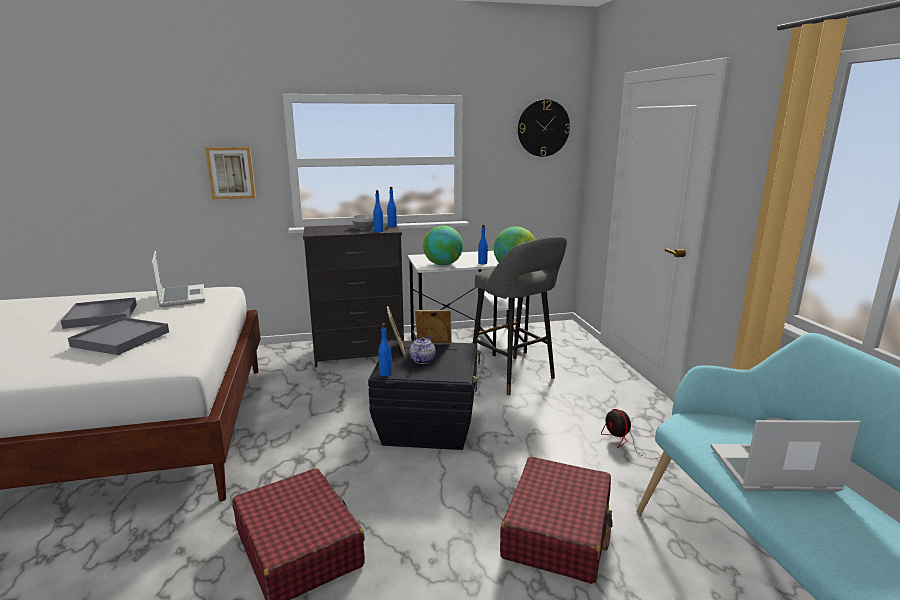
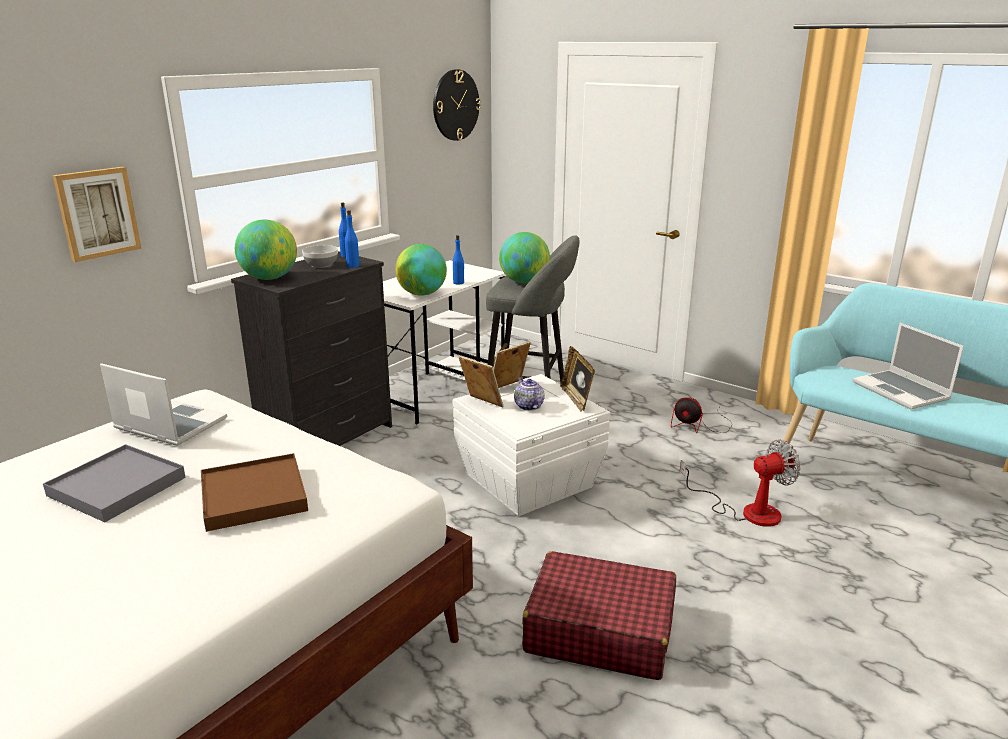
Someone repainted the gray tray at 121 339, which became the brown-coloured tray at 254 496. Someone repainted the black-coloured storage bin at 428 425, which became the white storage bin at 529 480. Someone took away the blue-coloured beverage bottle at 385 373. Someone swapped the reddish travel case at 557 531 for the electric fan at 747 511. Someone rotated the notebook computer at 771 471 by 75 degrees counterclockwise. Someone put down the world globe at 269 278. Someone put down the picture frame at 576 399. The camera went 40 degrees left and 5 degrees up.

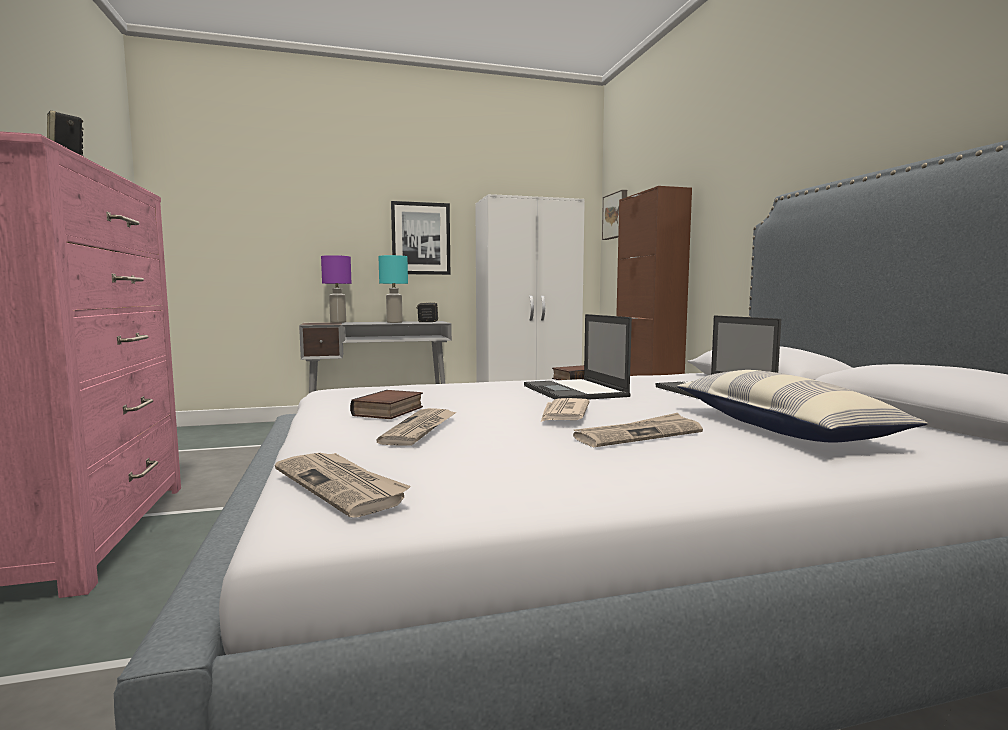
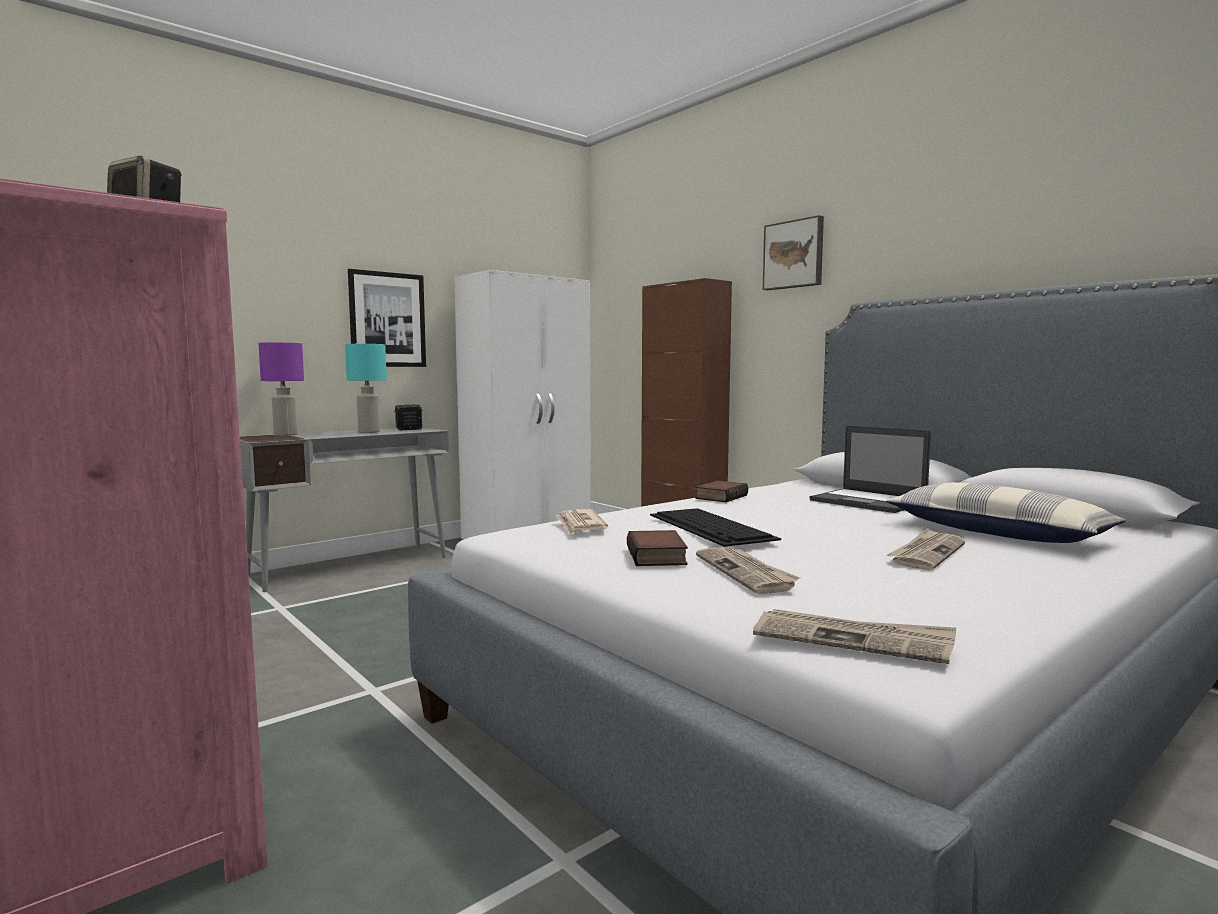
Someone took away the notebook computer at 575 391. Someone carried the newspaper from 564 414 to 580 525. Someone carried the wall picture from 616 216 to 794 254. Someone put down the keyboard at 711 527. The camera went 25 degrees left and 0 degrees up.

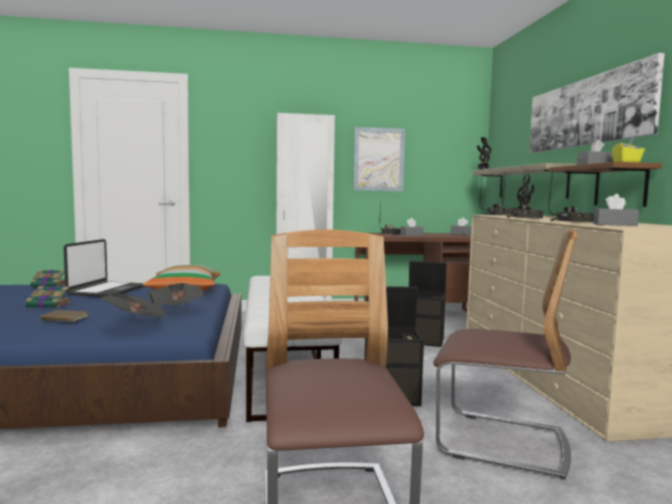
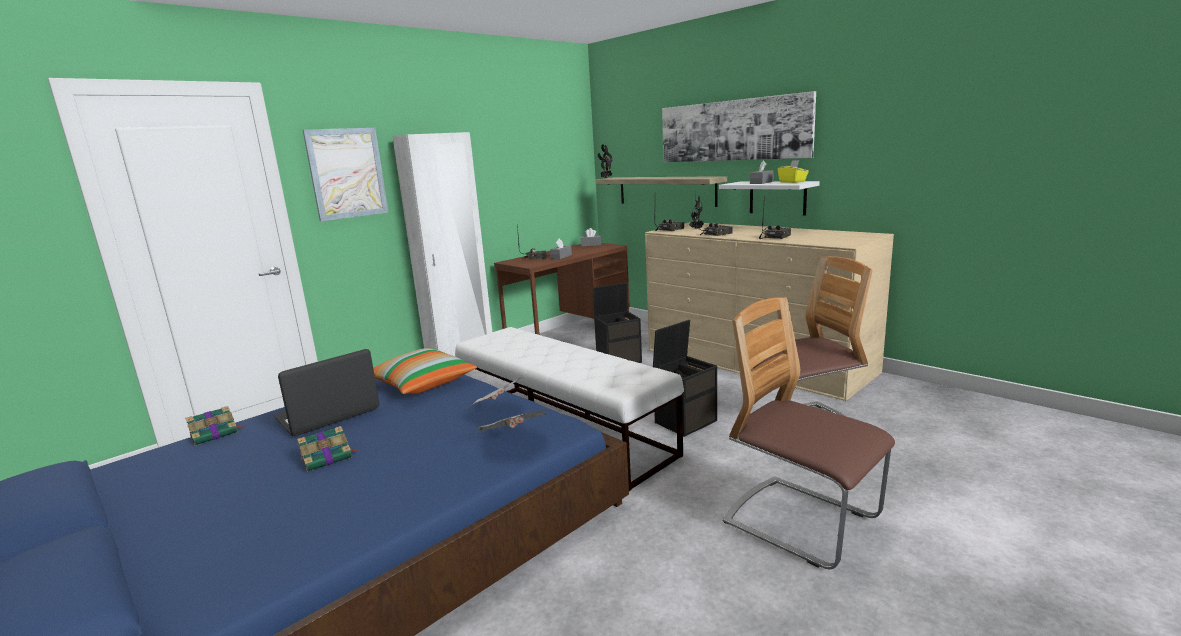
Someone took away the brown-coloured volume at 63 319. Someone rotated the notebook computer at 106 290 by 105 degrees counterclockwise. Someone carried the wall picture from 378 159 to 347 173. Someone repainted the brown-coloured wall shelf at 620 186, which became the white wall shelf at 777 197. Someone took away the gray tissue box at 614 224. The camera went 35 degrees left and 10 degrees up.

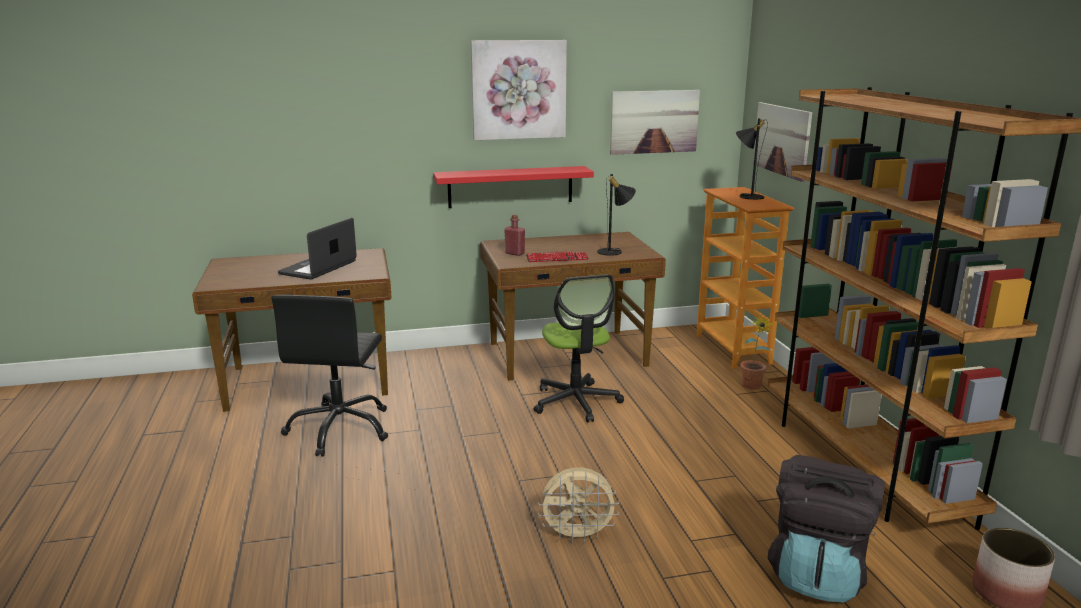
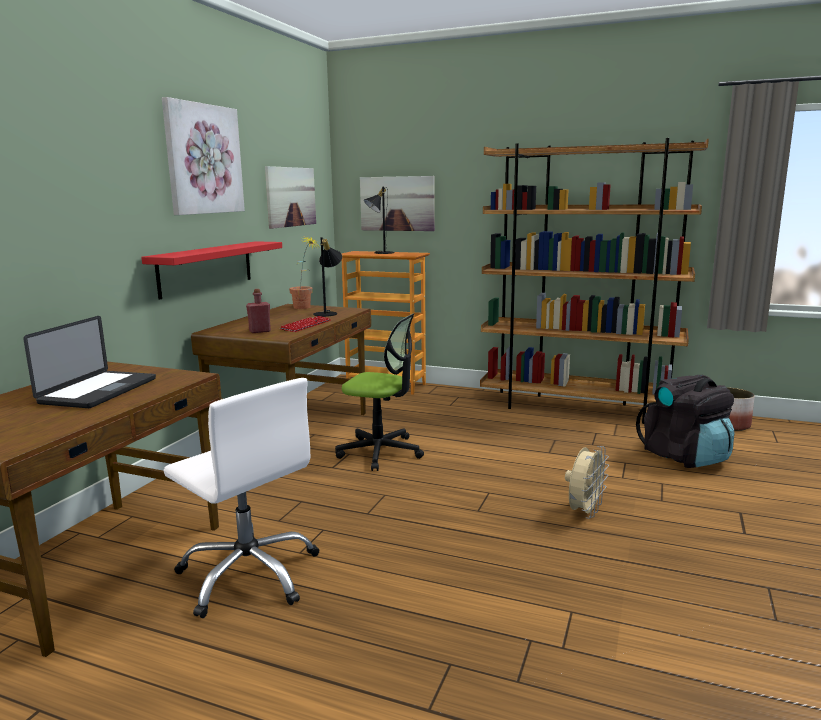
Someone repainted the black-coloured office chair at 340 429, which became the white office chair at 249 574. Someone rotated the notebook computer at 318 268 by 135 degrees counterclockwise. Someone carried the houseplant from 752 388 to 305 308. The camera went 55 degrees left and 5 degrees down.

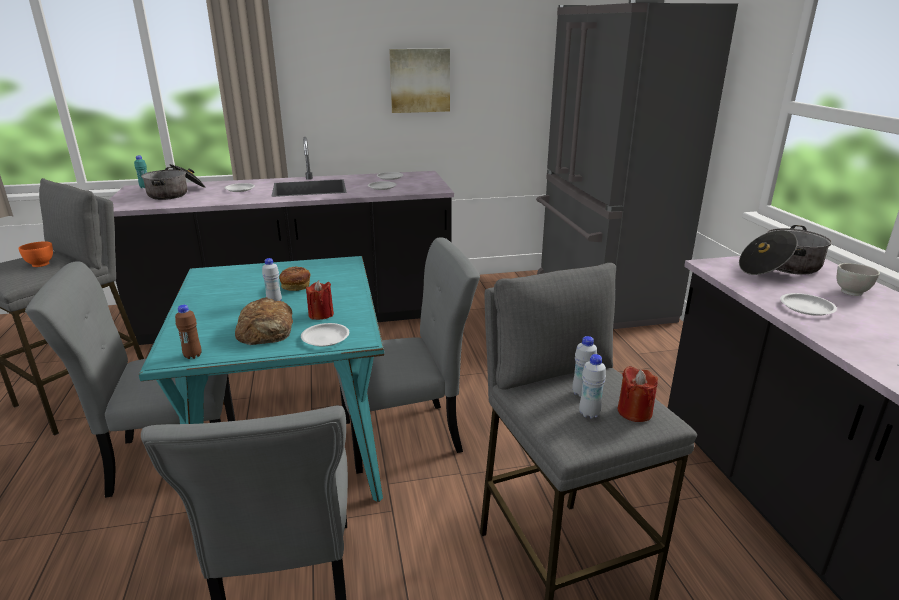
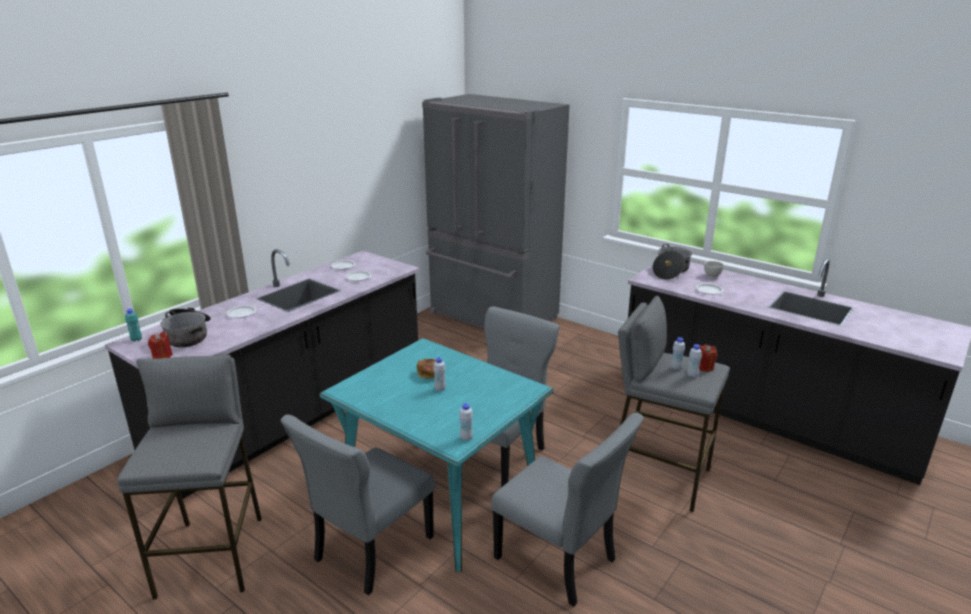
Someone took away the orange deep dish at 41 264. Someone repainted the brown-coloured beverage bottle at 193 355, which became the white beverage bottle at 466 438. Someone took away the baked bread at 267 330. Someone took away the white plate at 325 338. Someone carried the reddish wax candle from 321 314 to 162 356. Someone took away the wall picture at 420 80. The camera went 40 degrees left and 0 degrees up.

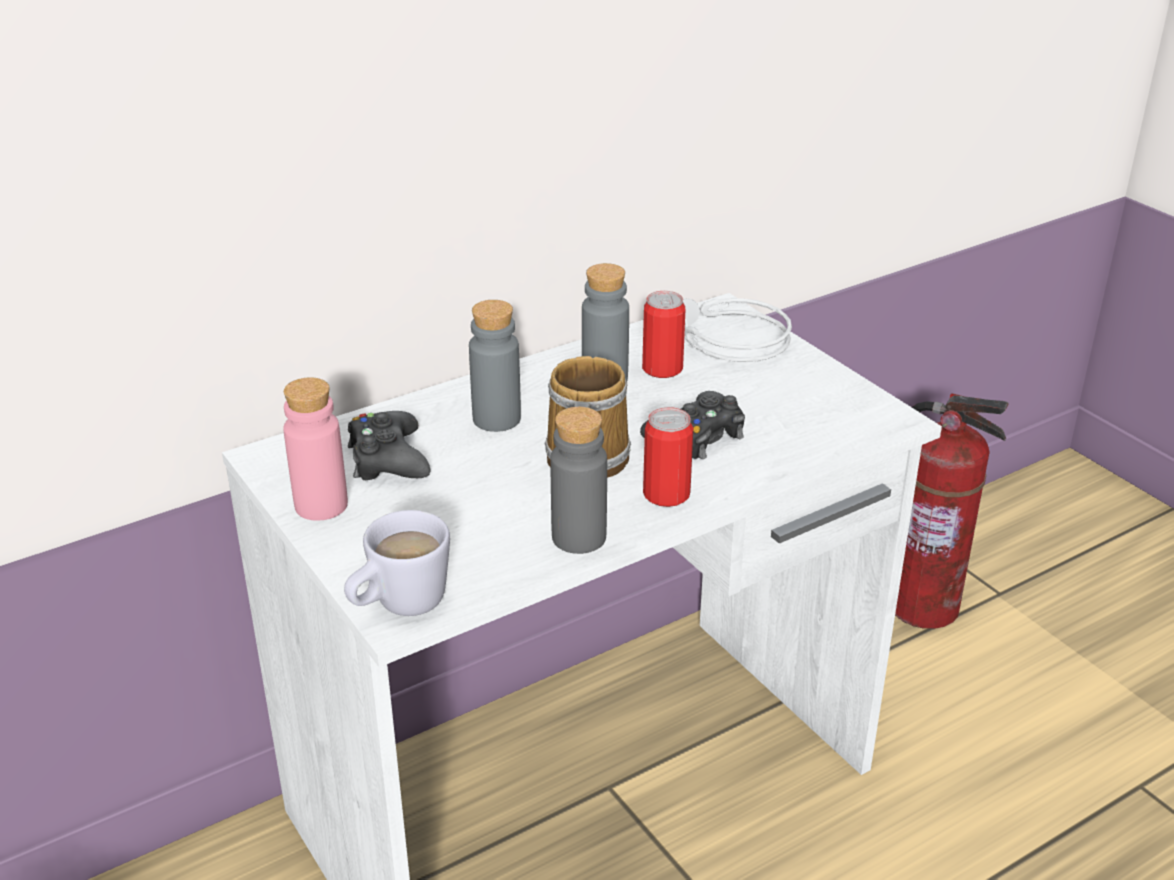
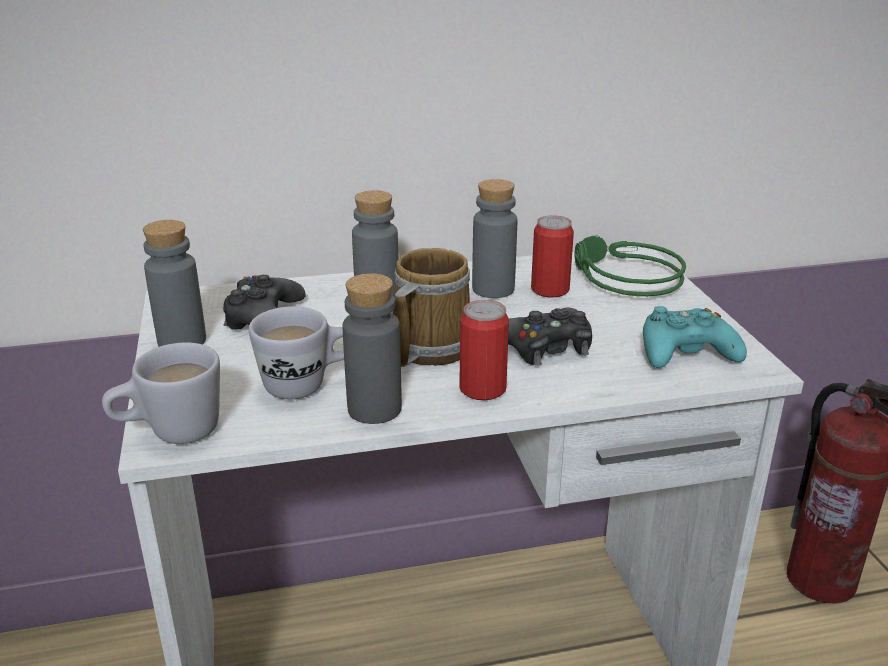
Someone repainted the pink-coloured beverage bottle at 321 505, which became the gray beverage bottle at 182 341. Someone repainted the gray pair of headphones at 726 342, which became the green pair of headphones at 622 279. Someone put down the white coffee mug at 308 385. Someone put down the blue-green joypad at 686 352. The camera went 20 degrees right and 5 degrees down.

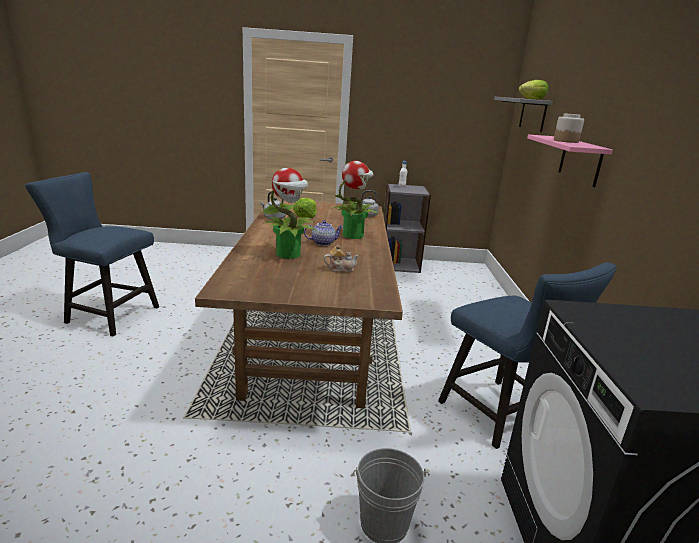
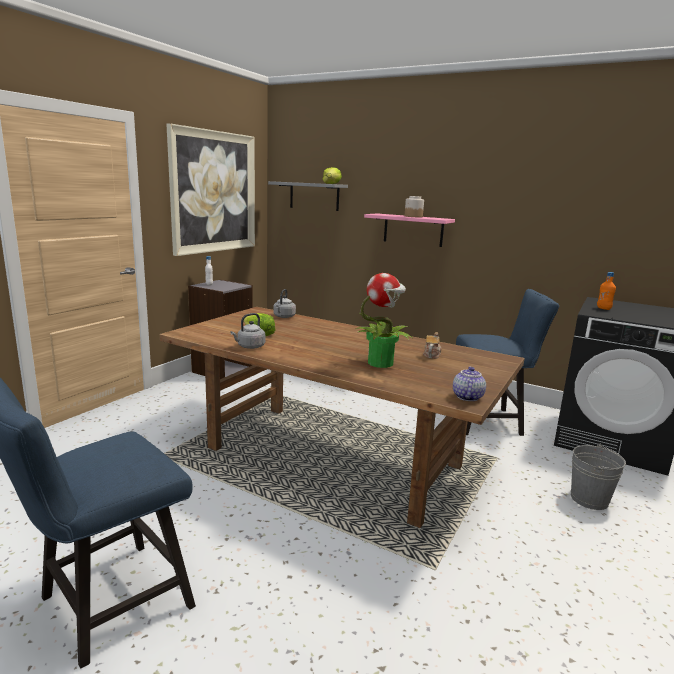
Someone carried the pot for tea from 323 243 to 466 397. Someone took away the houseplant at 353 235. Someone put up the wall picture at 214 192. Someone put down the orange beverage bottle at 603 308. The camera went 60 degrees left and 5 degrees down.

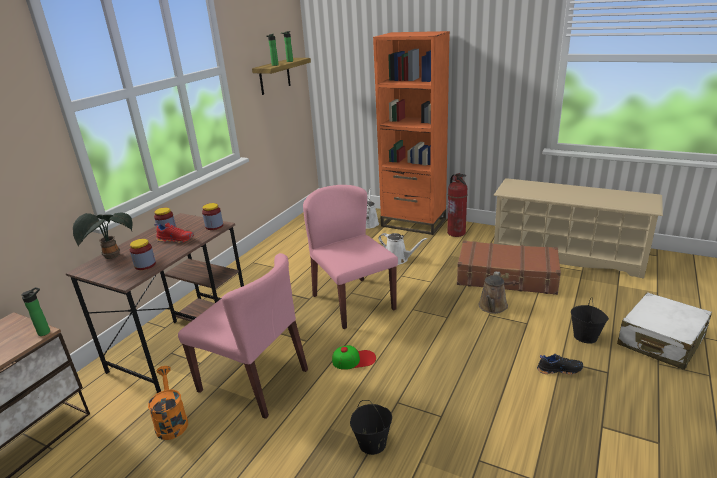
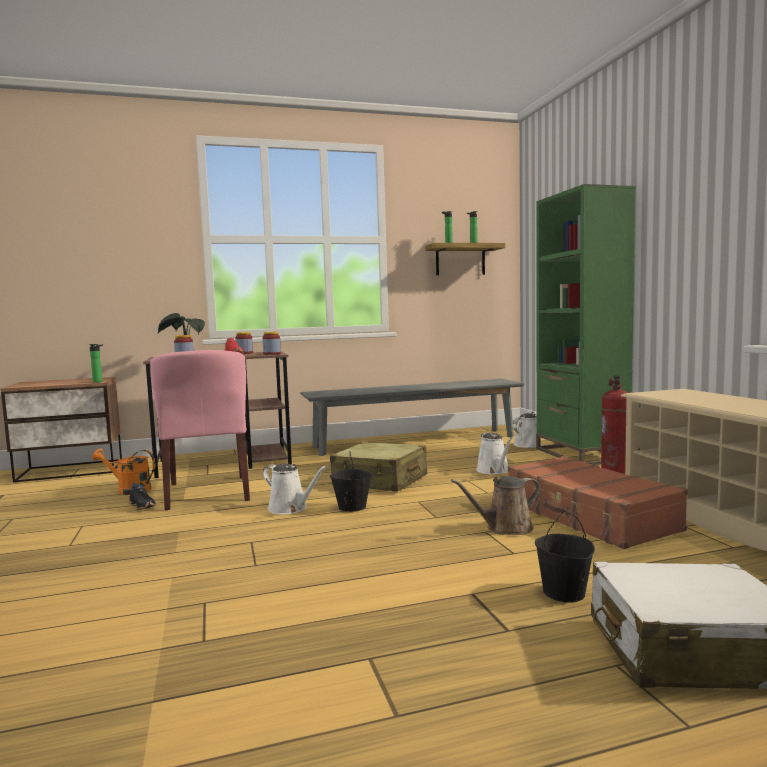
Someone rotated the orange watering pot at 171 421 by 105 degrees counterclockwise. Someone swapped the pink-coloured chair at 353 302 for the sand-coloured travel case at 380 481. Someone swapped the baseball cap at 354 359 for the white watering pot at 290 508. Someone carried the black-coloured water bucket from 372 444 to 351 507. Someone repainted the orange shelving unit at 413 223, which became the green shelving unit at 580 454. Someone carried the black-coloured item of footwear from 559 369 to 143 506. Someone put down the gray long seat at 415 442. The camera went 45 degrees right and 20 degrees down.

